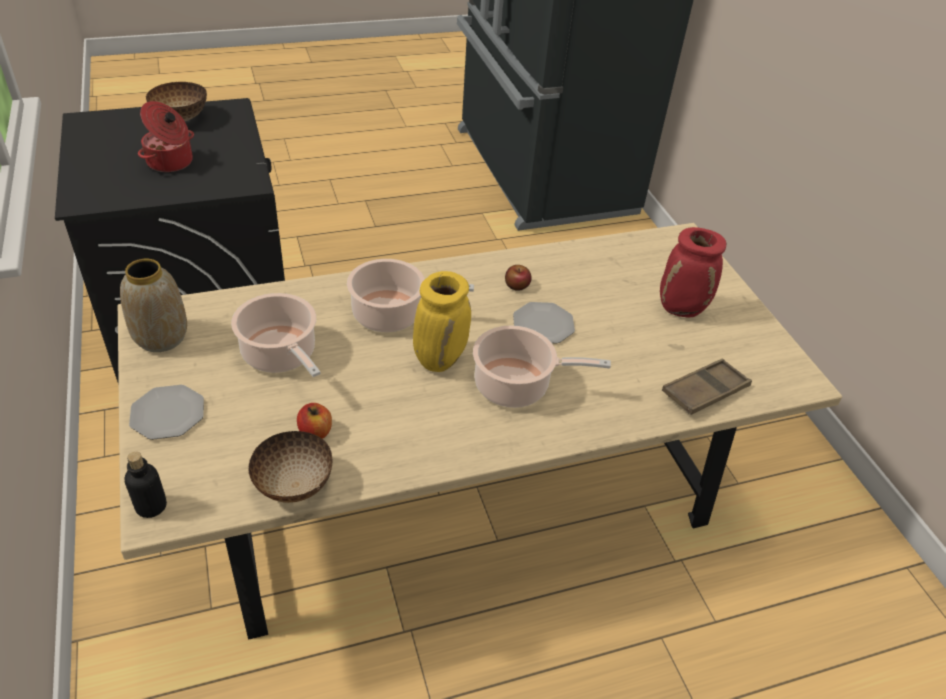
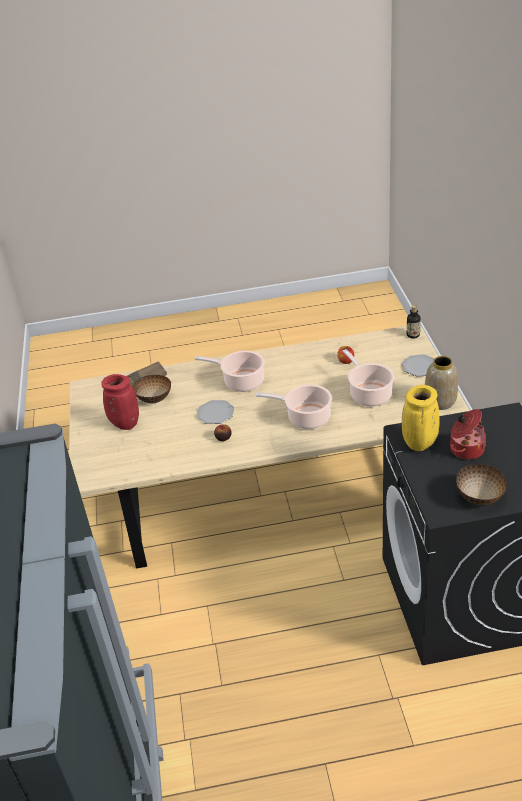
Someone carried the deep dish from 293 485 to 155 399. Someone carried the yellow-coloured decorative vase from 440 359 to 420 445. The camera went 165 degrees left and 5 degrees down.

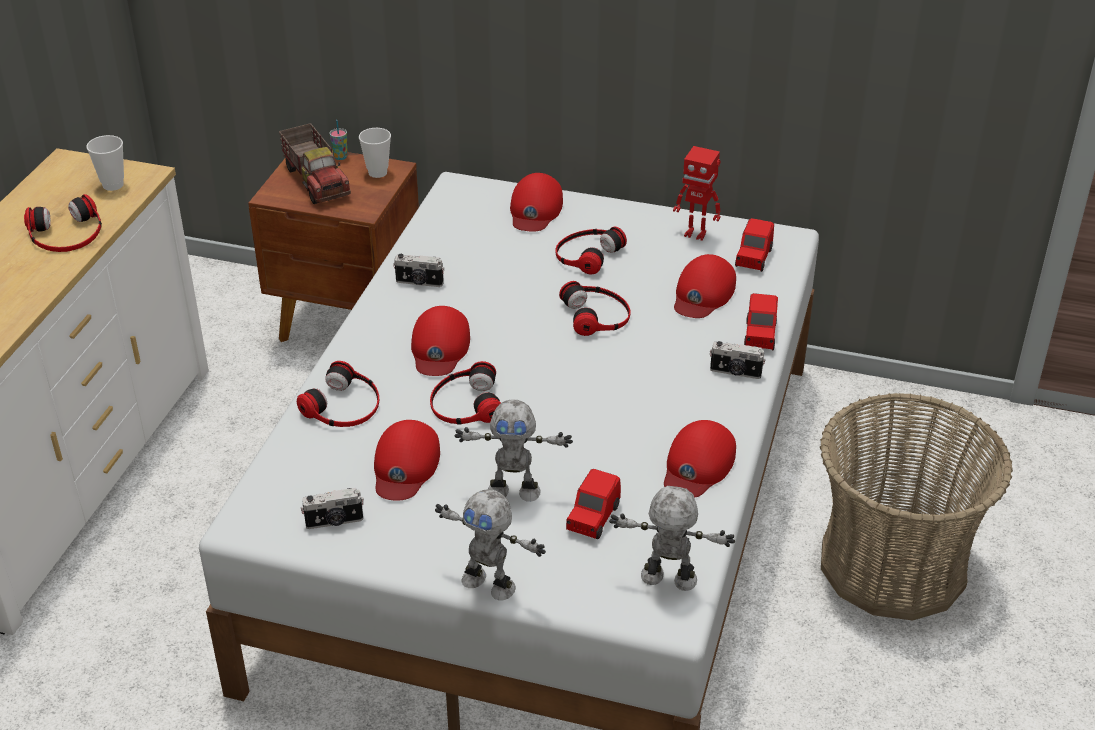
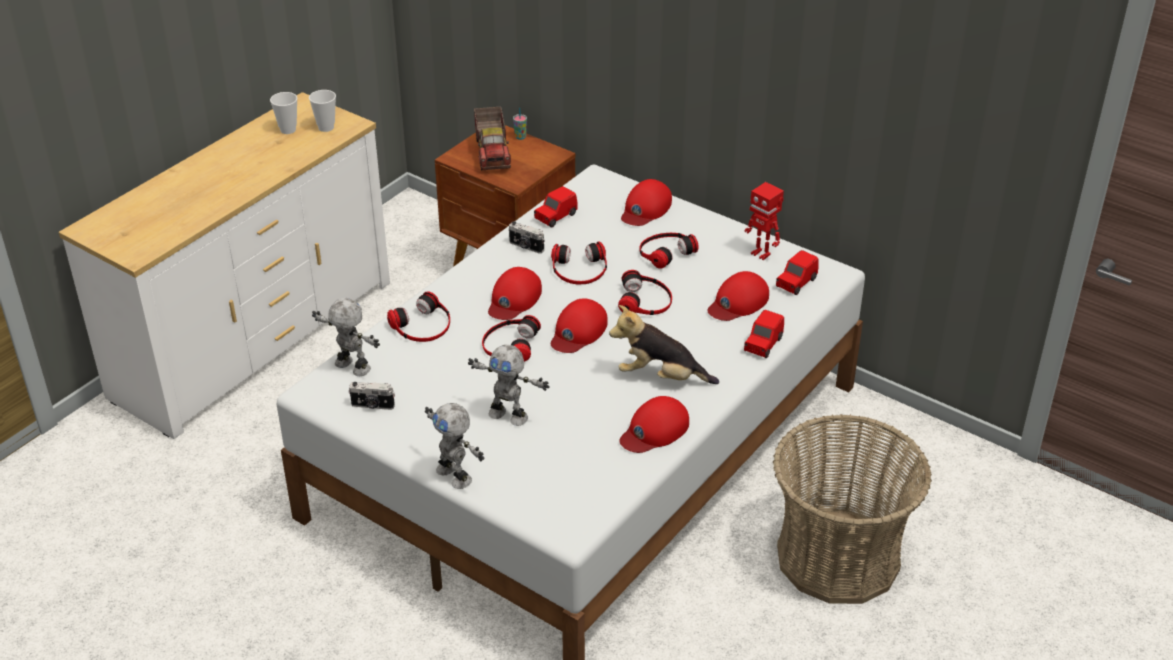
Someone carried the pair of headphones from 66 233 to 579 269. Someone carried the cup from 377 172 to 288 130. Someone carried the reddish baseball cap from 405 466 to 578 331. Someone carried the reddish model car from 593 518 to 555 217. Someone carried the toy robot from 668 580 to 351 367. Someone took away the still camera at 735 372. Someone put down the cuddly toy at 660 377. The camera went 20 degrees right and 0 degrees up.

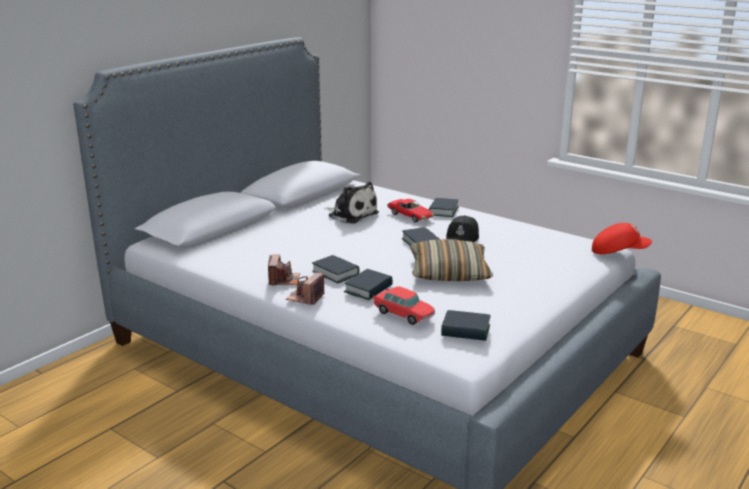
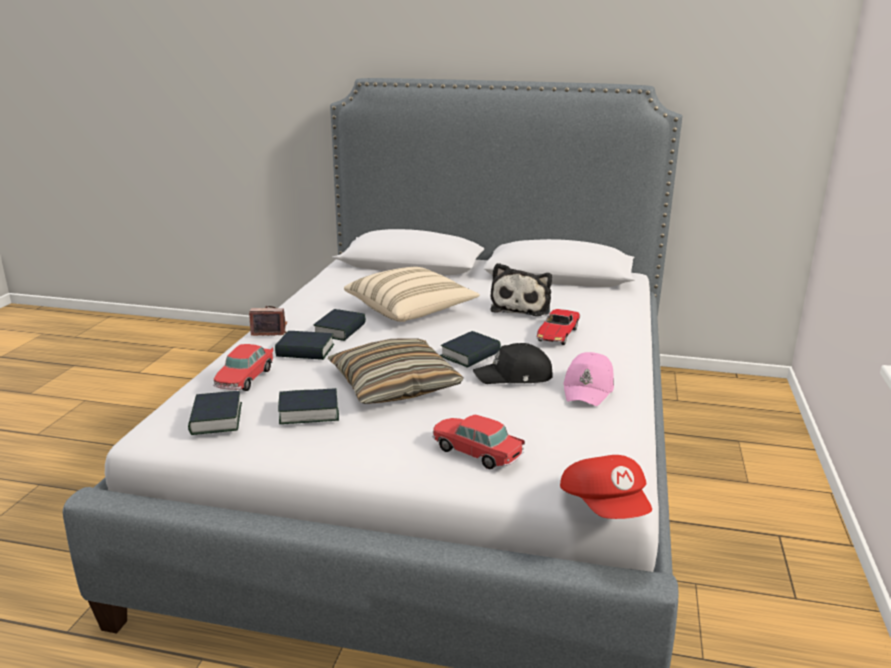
Someone took away the still camera at 283 280. Someone carried the volume from 443 211 to 308 412. Someone put down the sand-coloured cushion at 411 311. Someone put down the model car at 476 452. Someone put down the pink-coloured baseball cap at 589 389. The camera went 65 degrees right and 0 degrees up.

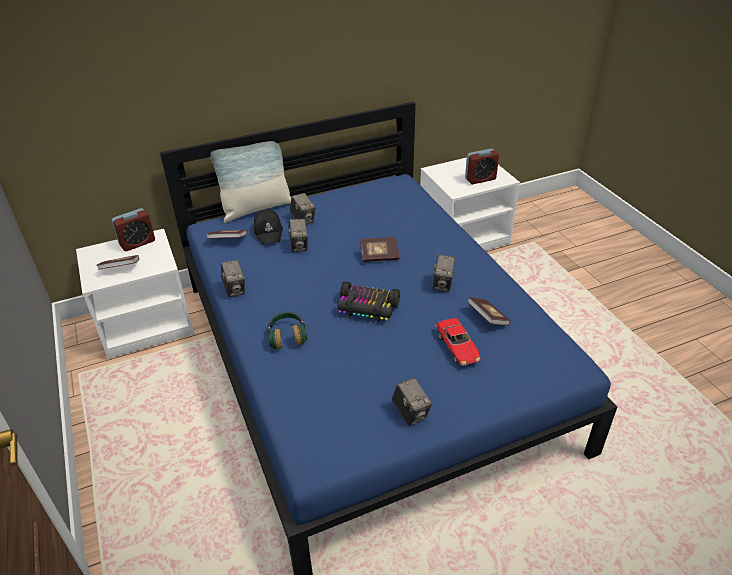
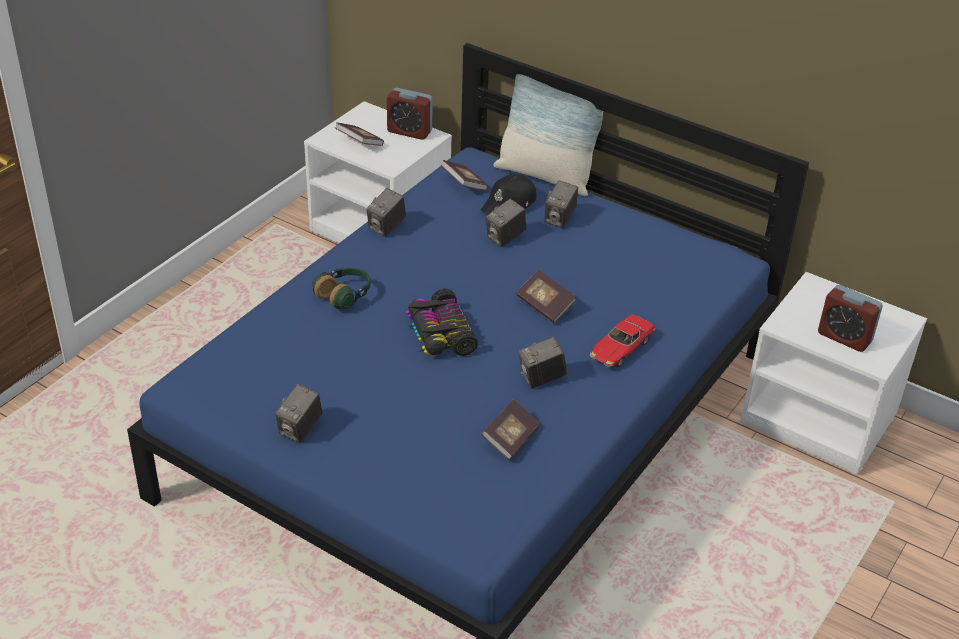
Someone carried the model car from 457 347 to 620 349. The camera went 55 degrees right and 0 degrees up.

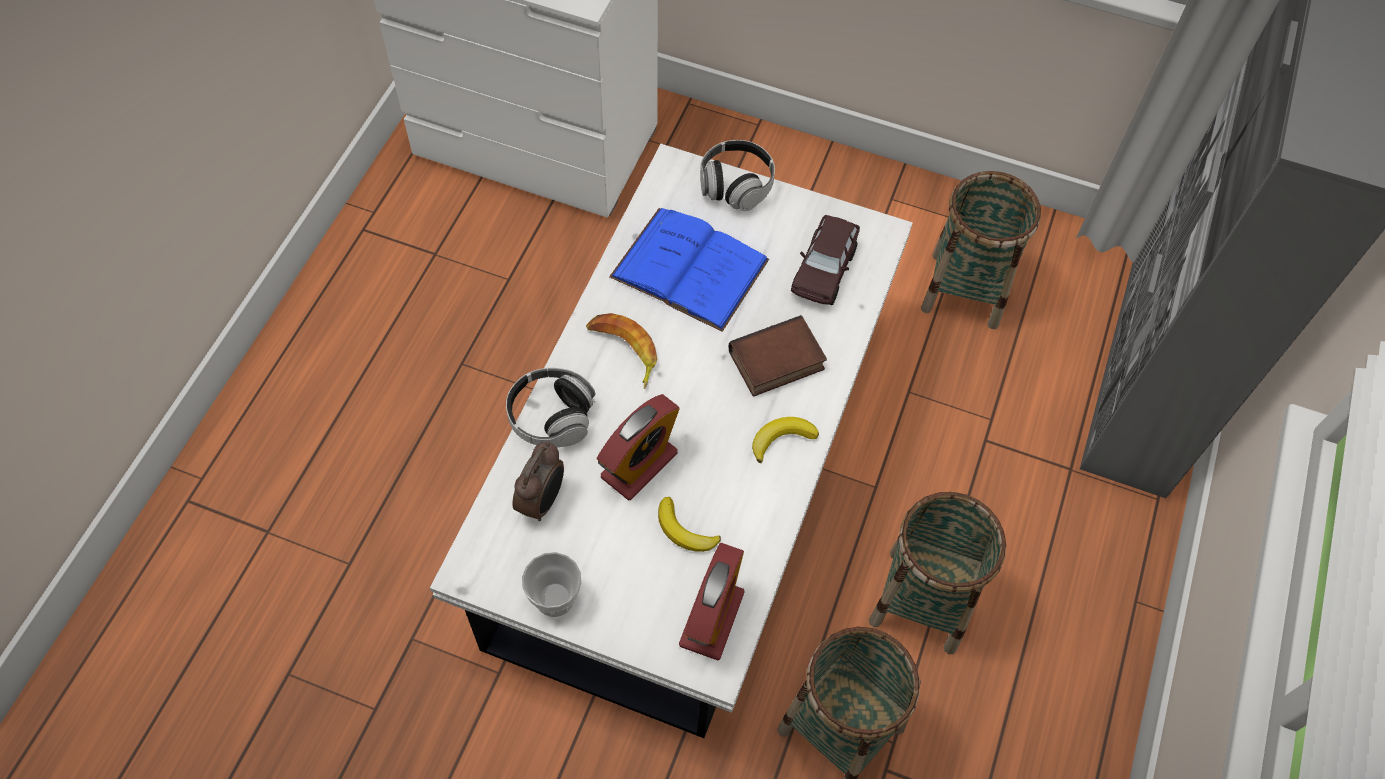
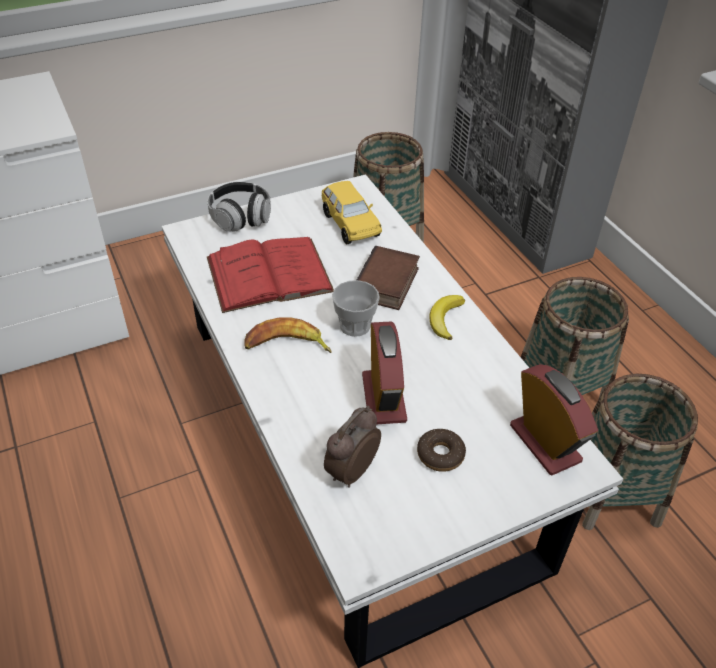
Someone took away the pair of headphones at 551 417. Someone rotated the alarm clock at 542 501 by 120 degrees counterclockwise. Someone carried the cup from 555 598 to 355 325. Someone repainted the blue-coloured volume at 689 268, which became the reddish volume at 269 274. Someone took away the whole banana at 684 530. Someone repainted the brown-coloured model car at 824 270, which became the yellow-coloured model car at 350 224. Someone put down the ring doughnut at 440 454. The camera went 45 degrees left and 15 degrees down.

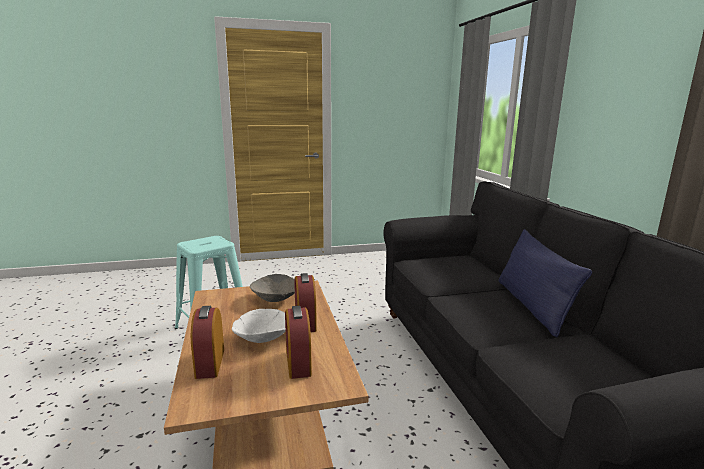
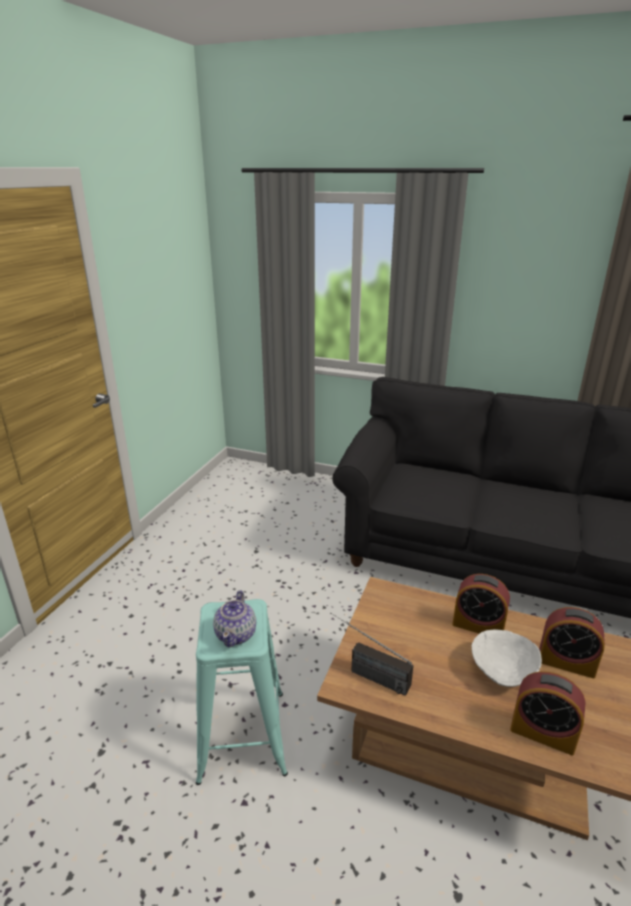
Someone took away the gray deep dish at 275 299. Someone took away the blue-coloured cushion at 531 305. Someone put down the pot for tea at 236 634. Someone put down the radio at 365 673. The camera went 55 degrees left and 10 degrees up.

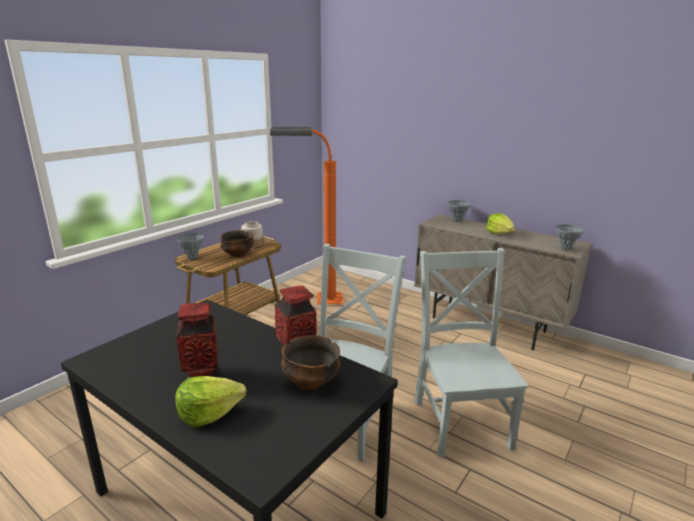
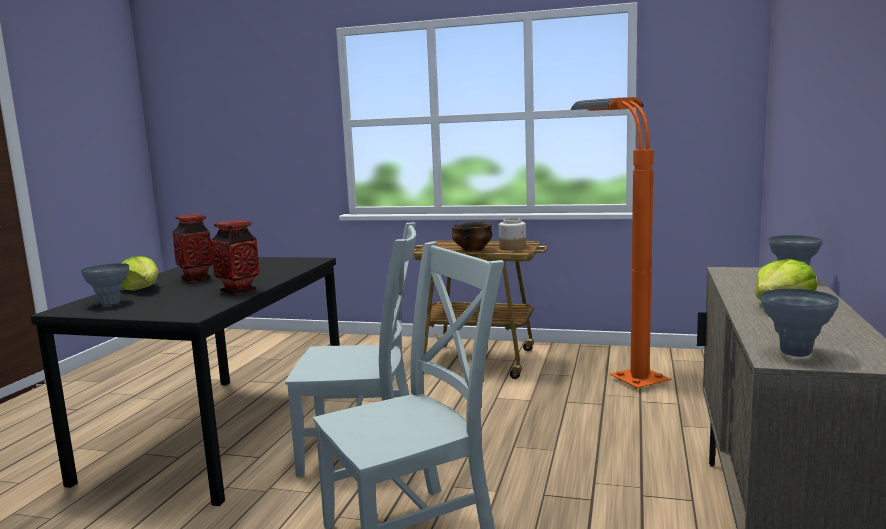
Someone carried the gray decorative vase from 192 257 to 110 303. Someone took away the deep dish at 310 382. The camera went 70 degrees right and 10 degrees down.

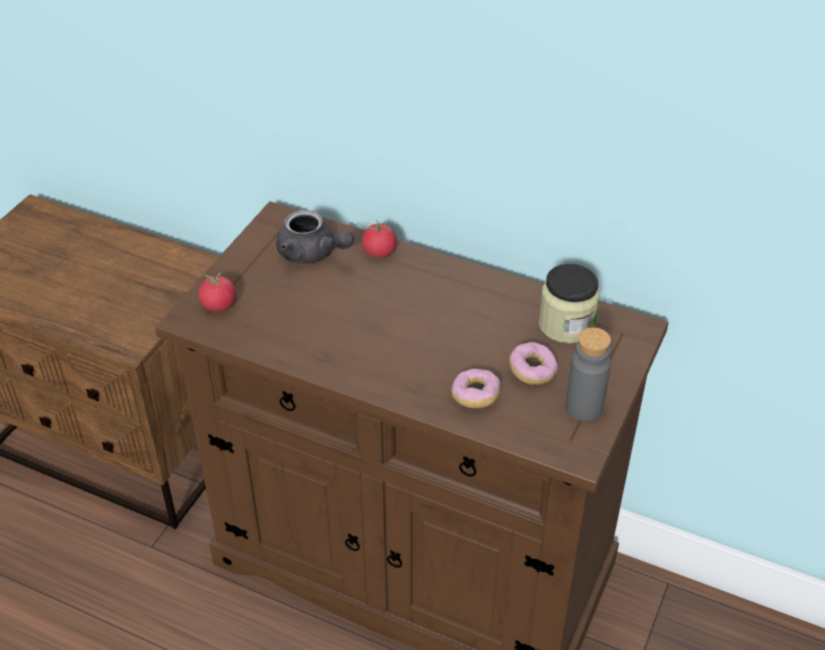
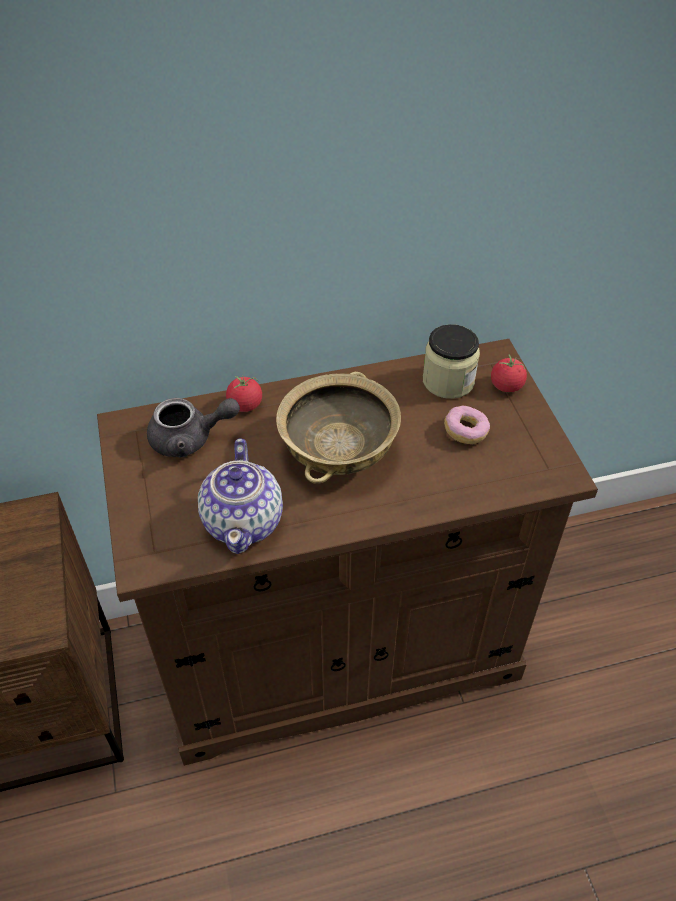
Someone carried the tomato from 219 305 to 506 386. Someone took away the ring doughnut at 475 396. Someone took away the gray beverage bottle at 584 407. Someone put down the pot for tea at 244 521. Someone put down the sand-coloured deep dish at 338 450. The camera went 40 degrees left and 5 degrees up.

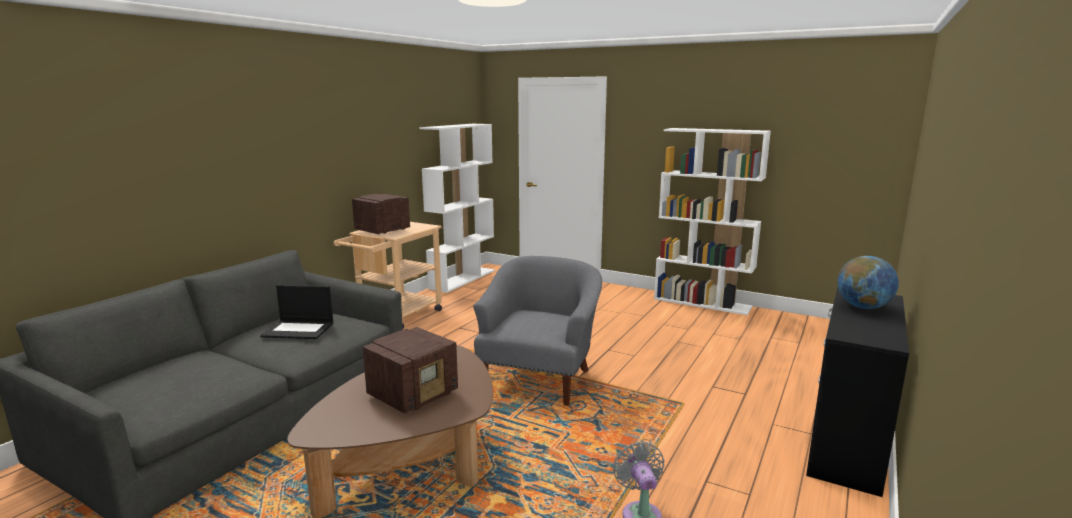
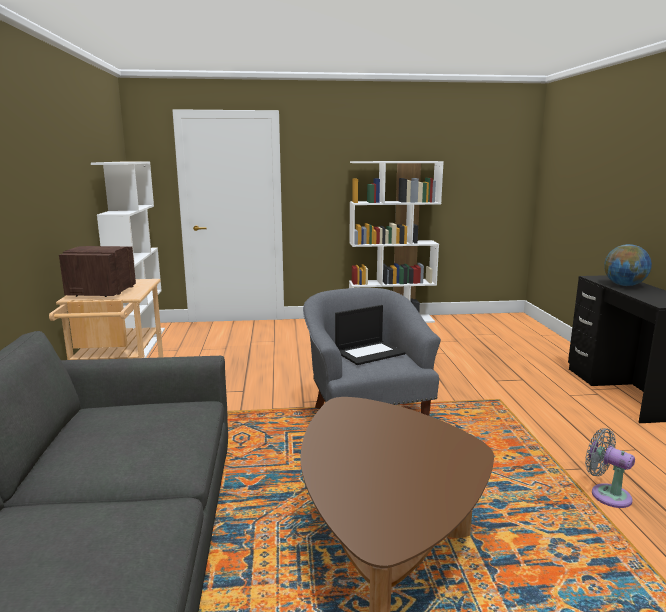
Someone carried the notebook computer from 299 330 to 370 352. Someone took away the radio at 414 394. The camera went 35 degrees left and 0 degrees up.

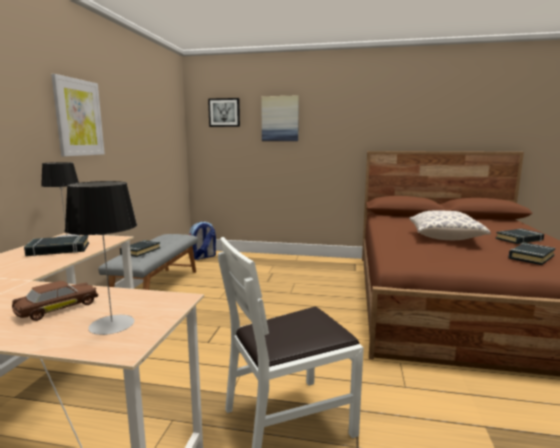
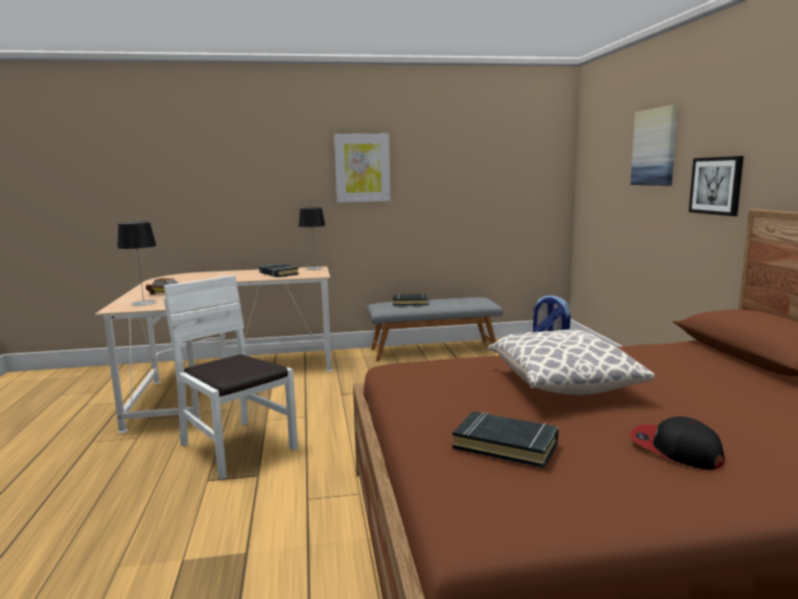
Someone carried the wall picture from 224 112 to 716 185. Someone swapped the black-coloured volume at 519 239 for the baseball cap at 675 450. The camera went 70 degrees right and 0 degrees up.

